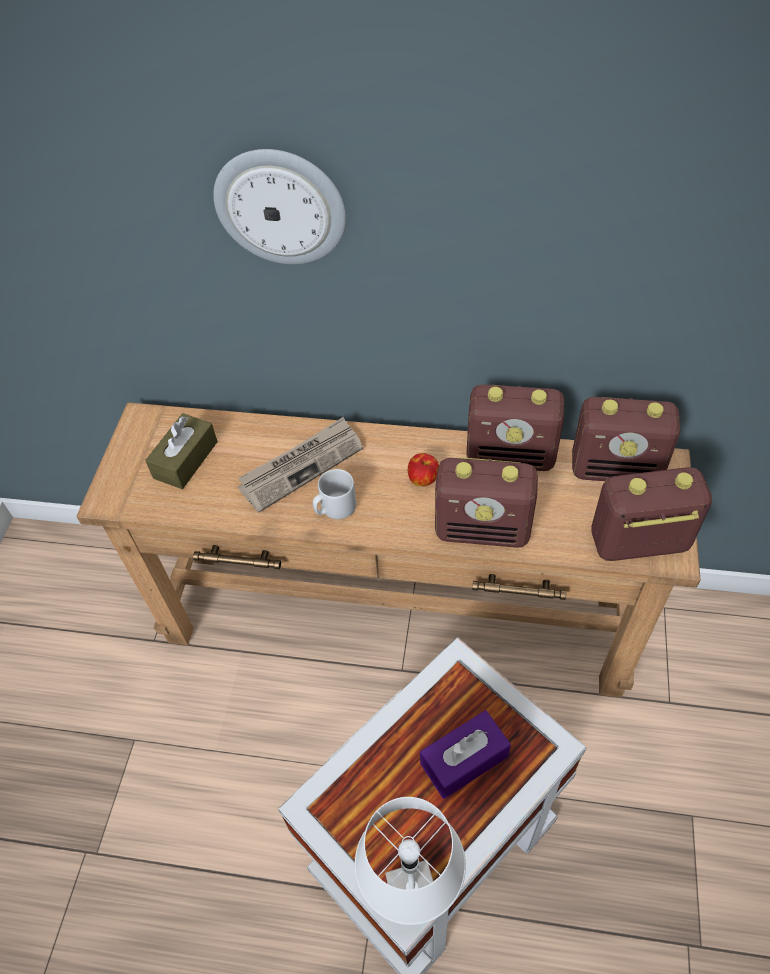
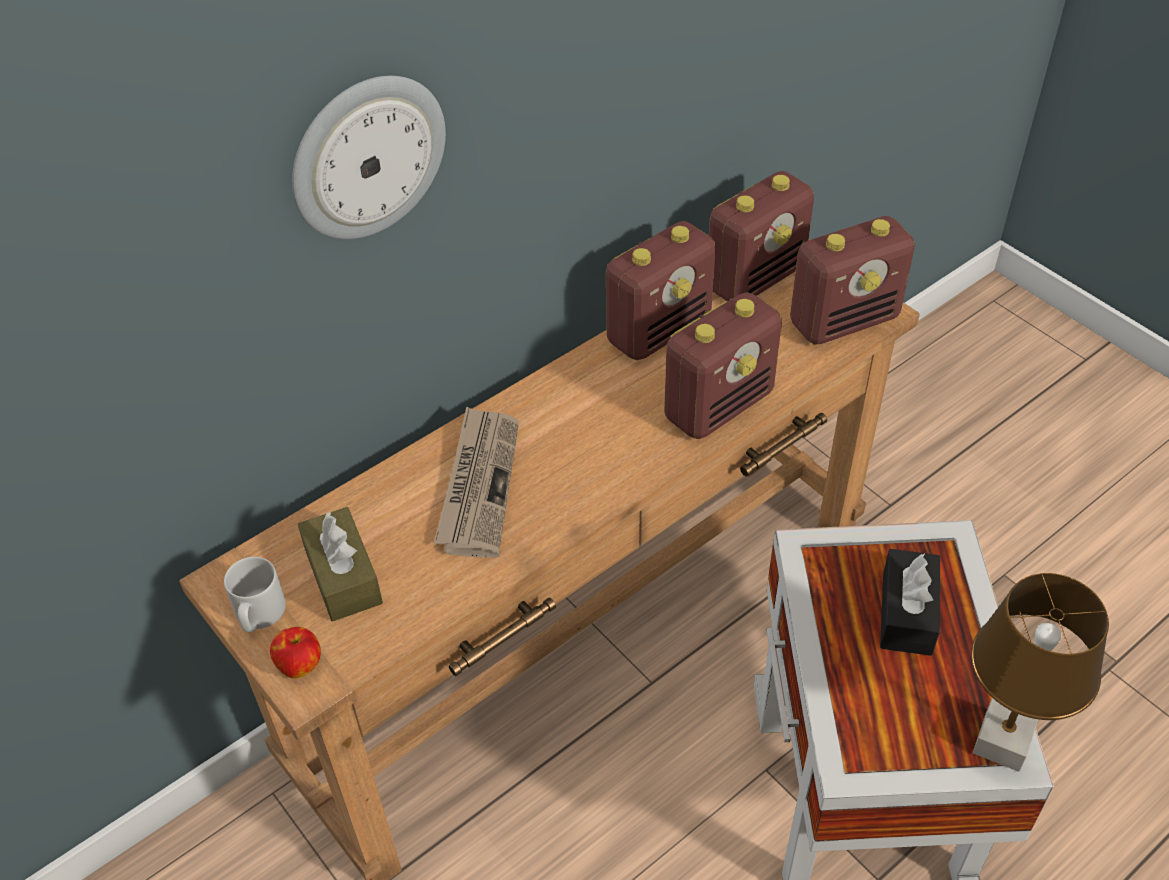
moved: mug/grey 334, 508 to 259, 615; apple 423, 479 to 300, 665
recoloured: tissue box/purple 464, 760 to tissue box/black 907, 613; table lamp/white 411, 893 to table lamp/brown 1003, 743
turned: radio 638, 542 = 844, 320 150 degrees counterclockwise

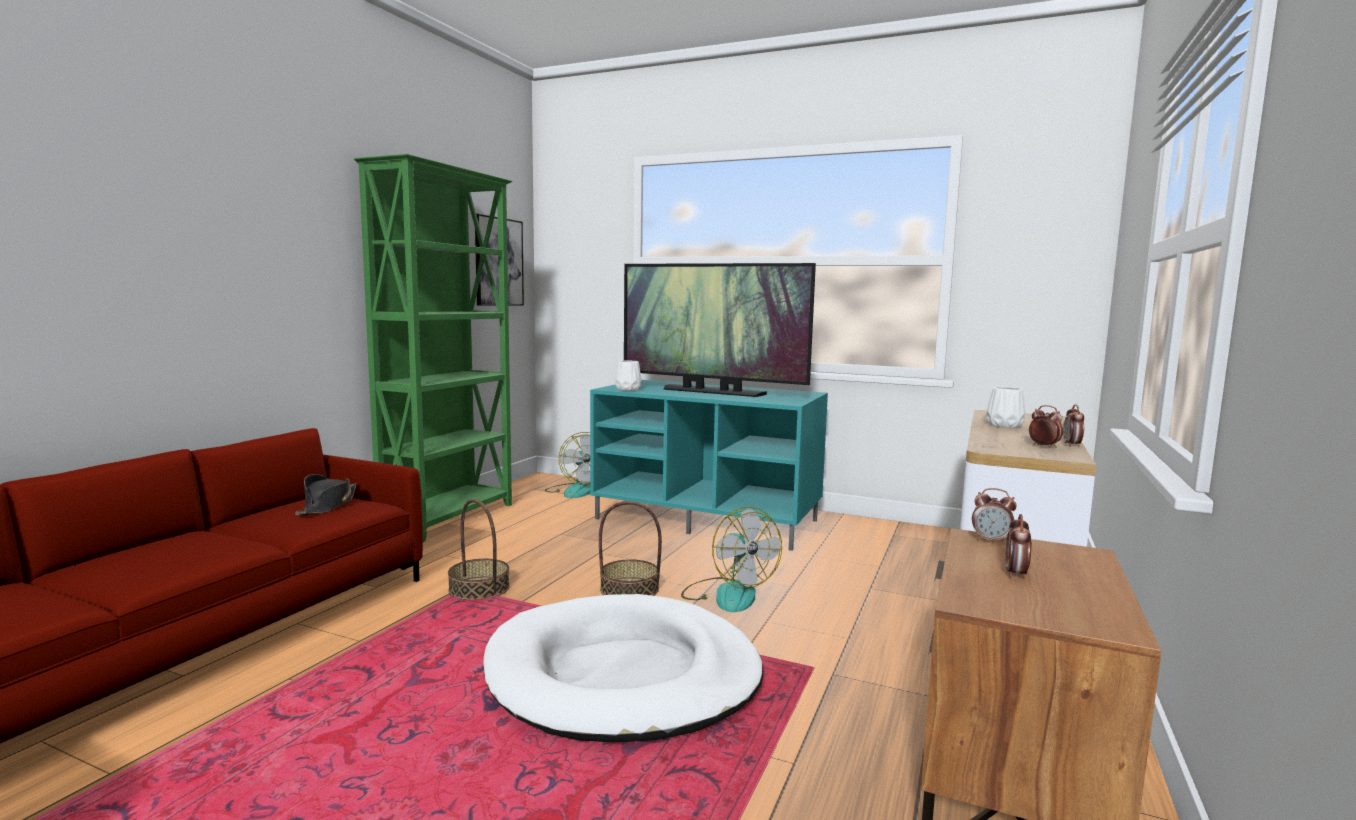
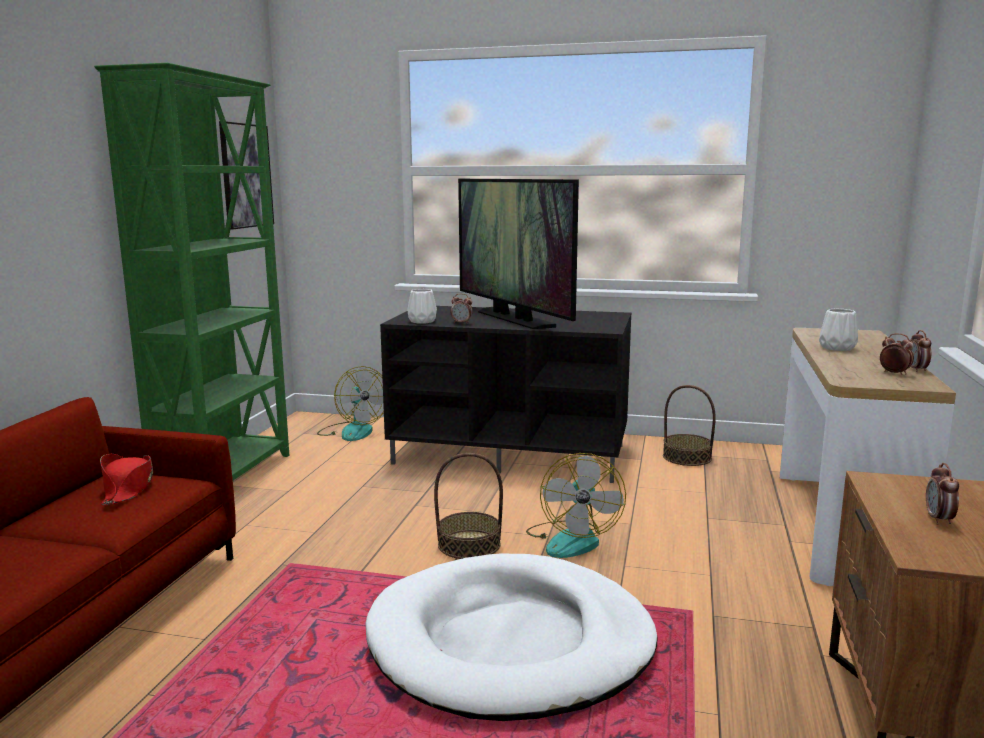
moved: alarm clock 991, 541 to 461, 323; basket 479, 588 to 687, 457
recoloured: hat/black 327, 505 to hat/red 128, 488; tv stand/turquoise 708, 519 to tv stand/black 512, 454
turned: television 712, 392 = 513, 319 45 degrees clockwise; fan 728, 594 = 572, 539 45 degrees clockwise

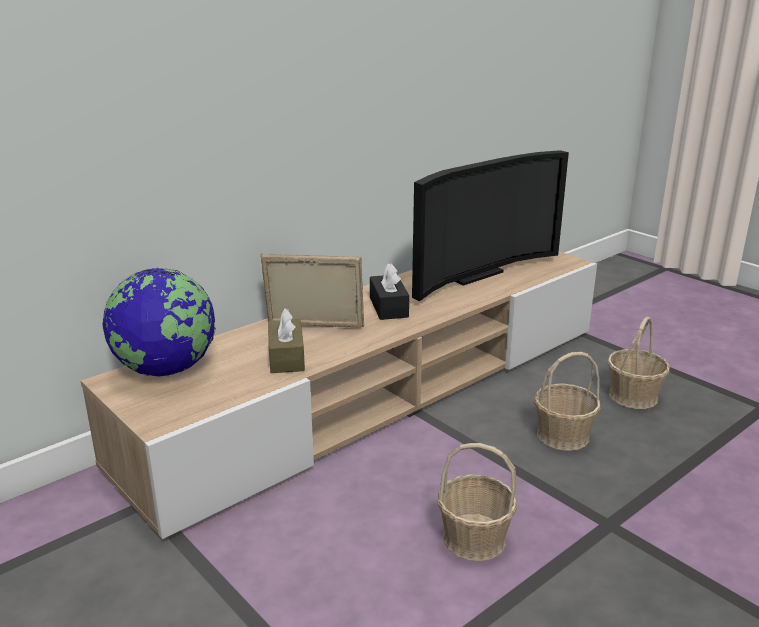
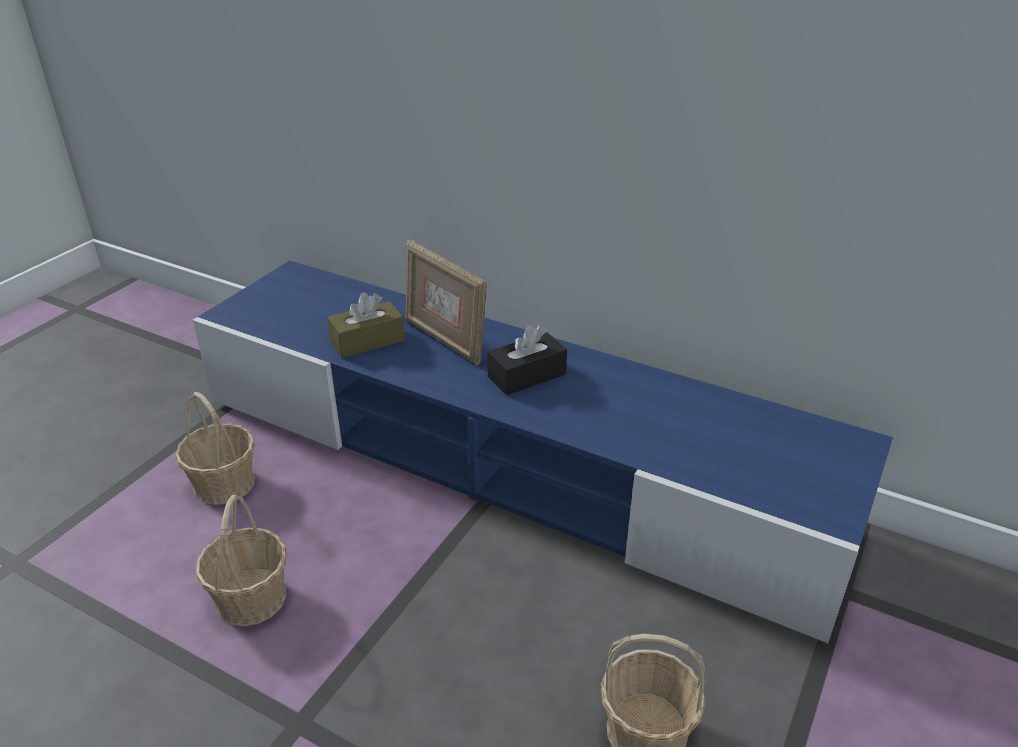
removed: globe 167, 370; television 471, 274
moved: basket 562, 435 to 224, 483
recoloured: tv stand/beige 380, 393 to tv stand/blue 510, 463
turned: picture frame 315, 327 = 445, 340 150 degrees clockwise

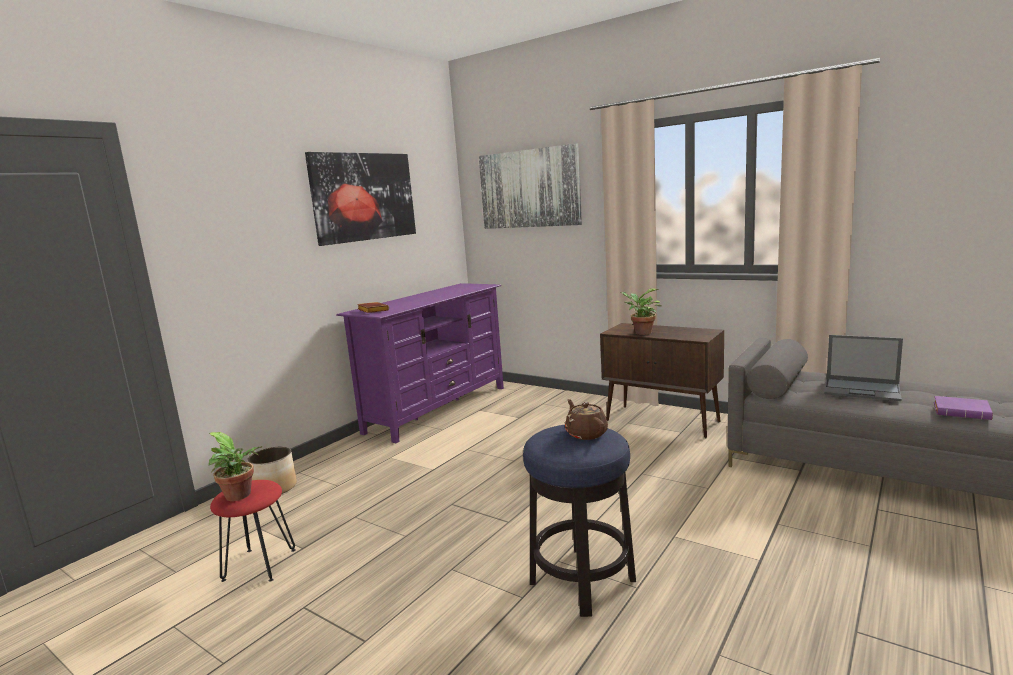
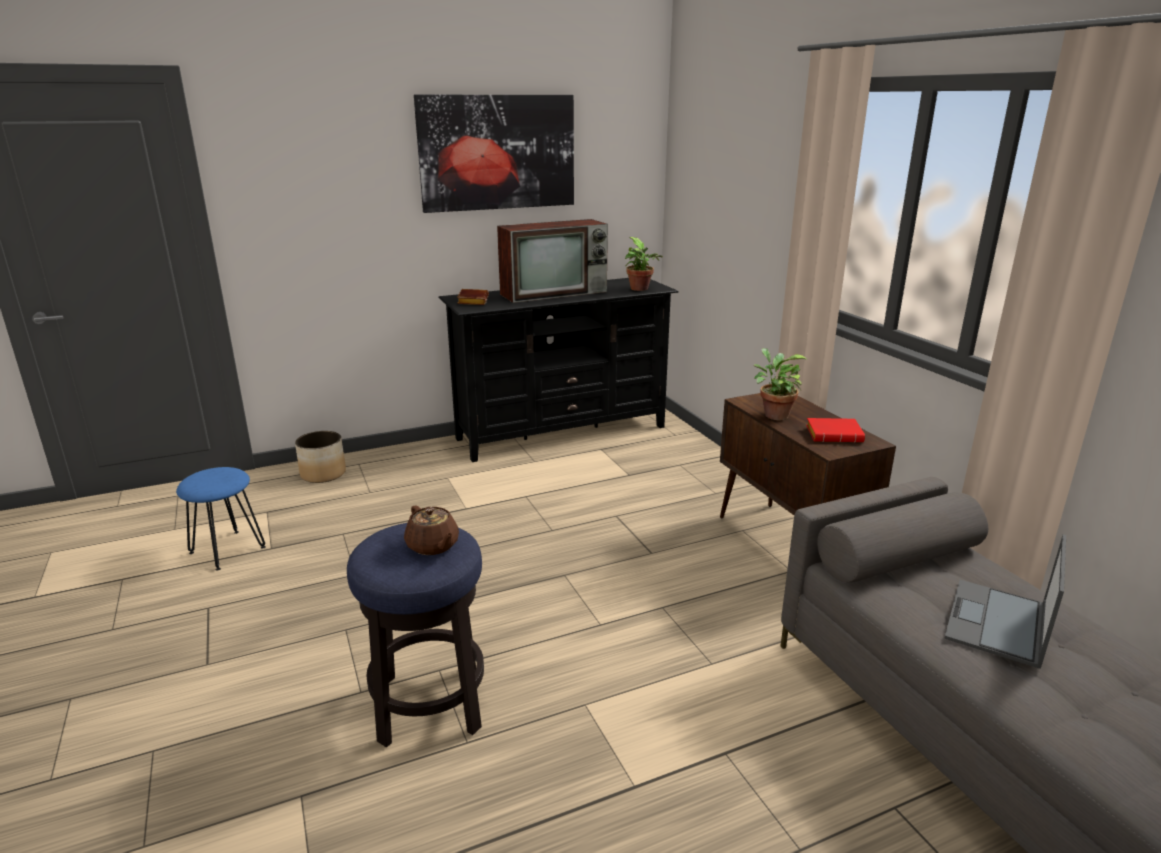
removed: picture 529, 189; book/purple 963, 412
added: television 555, 293; book/red 835, 435
moved: potted plant 240, 496 to 640, 289
recoloured: stool/red 259, 565 to stool/blue 226, 550; tv stand/purple 437, 409 to tv stand/black 561, 432
turned: teapot/brown 586, 434 = 433, 546 135 degrees clockwise; laptop 862, 390 = 997, 623 60 degrees clockwise

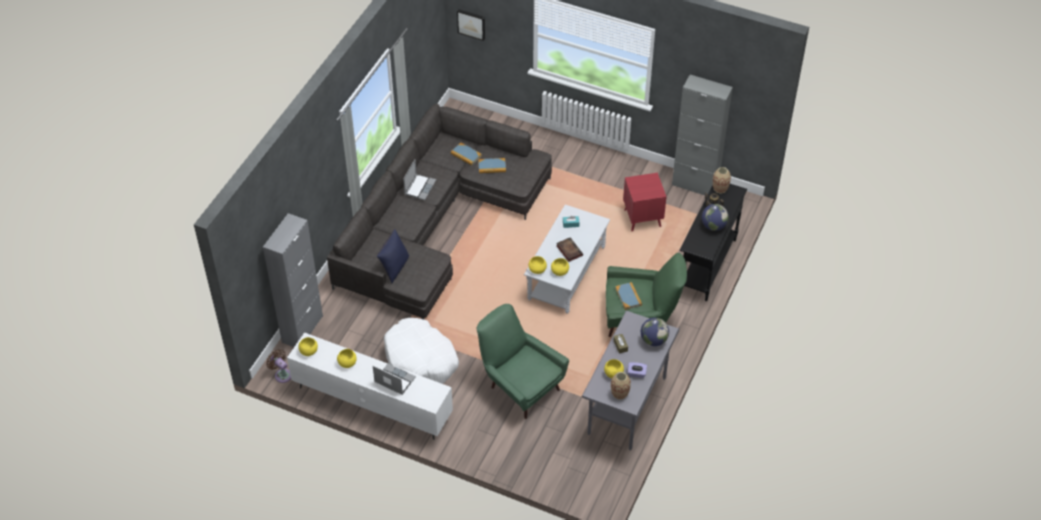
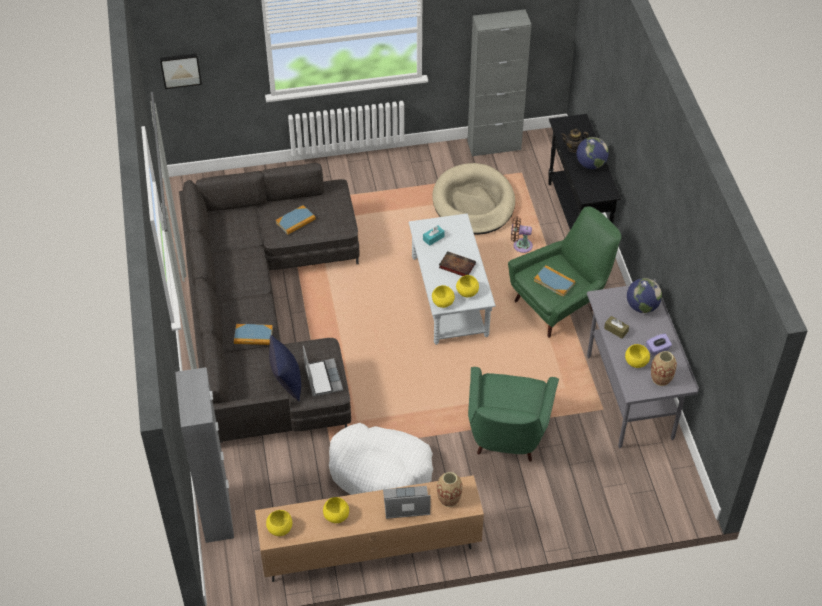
moved: book 466, 155 to 253, 336; laptop 420, 187 to 322, 378; vase 720, 188 to 449, 499; fan/brown 282, 374 to 520, 245
replaced: side table/red 642, 218 to dog bed/beige 473, 203
recoloured: tv stand/white 373, 403 to tv stand/brown 370, 549
turned: armchair/green 519, 385 = 507, 438 90 degrees counterclockwise

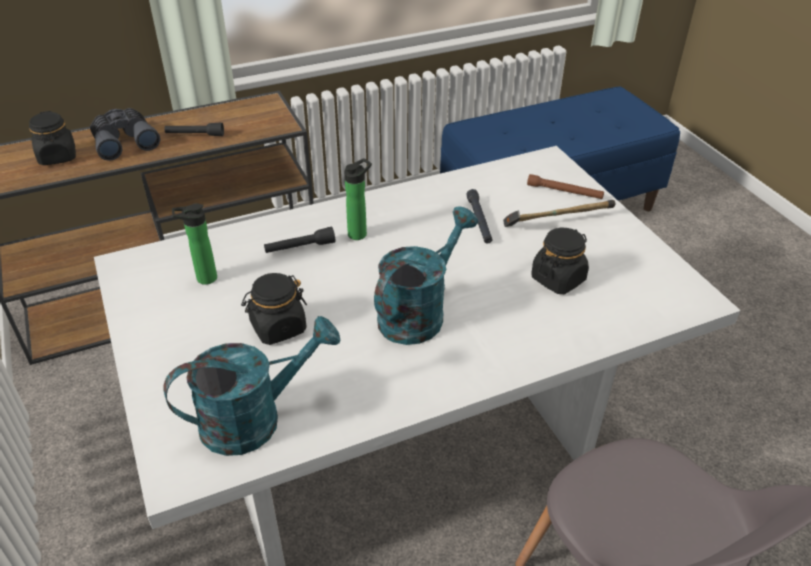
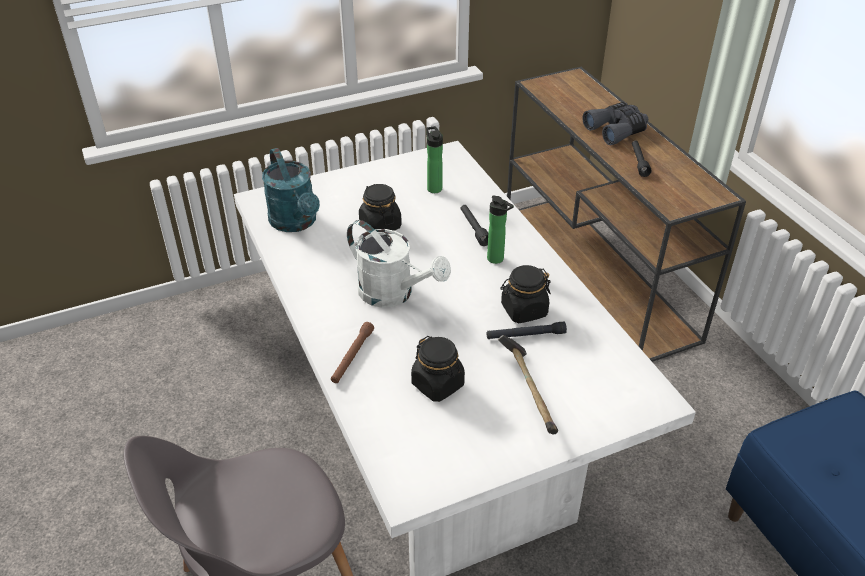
moved: flashlight/brown 564, 192 to 352, 356; jar/black 58, 157 to 523, 310
recoloured: watering can/turquoise 418, 312 to watering can/white 394, 294

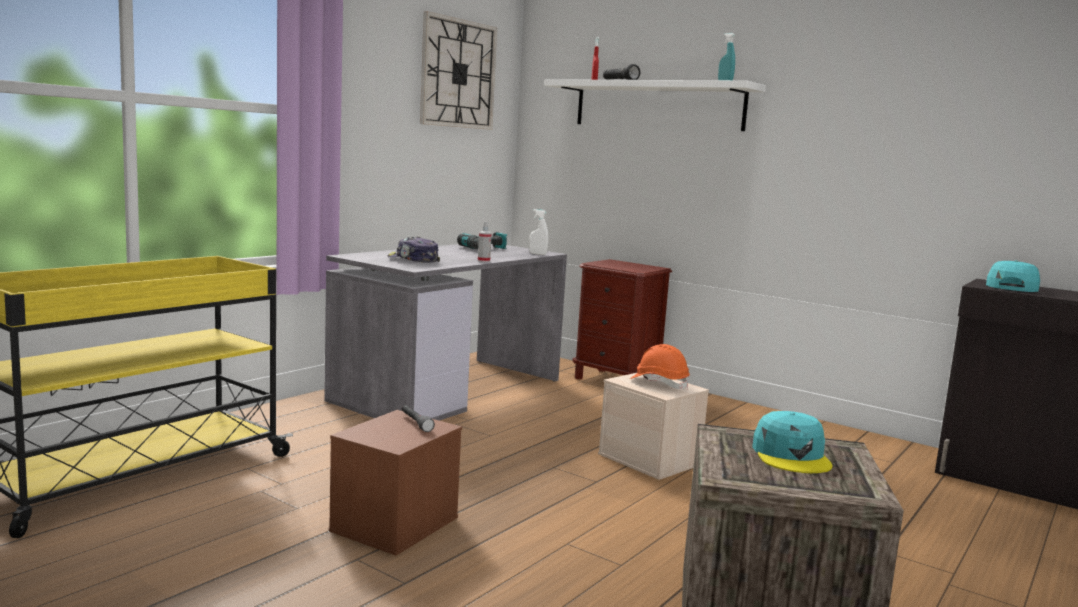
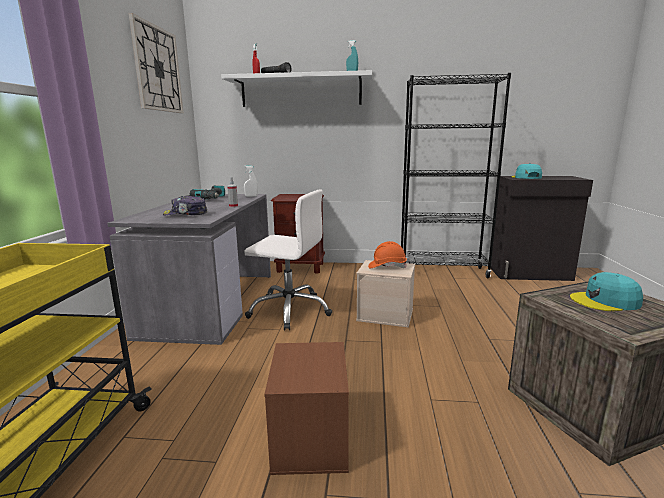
removed: flashlight/grey 415, 423
added: office chair/white 290, 310; bookcase/black 442, 272
turned: cap/turquoise 791, 456 = 605, 301 120 degrees clockwise

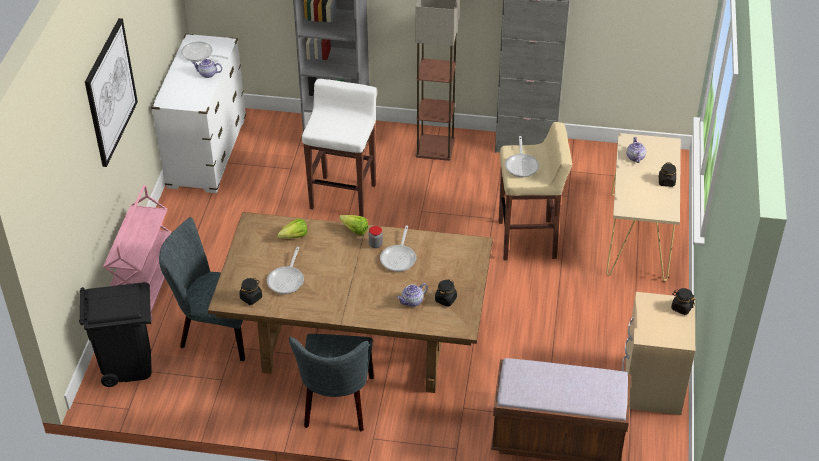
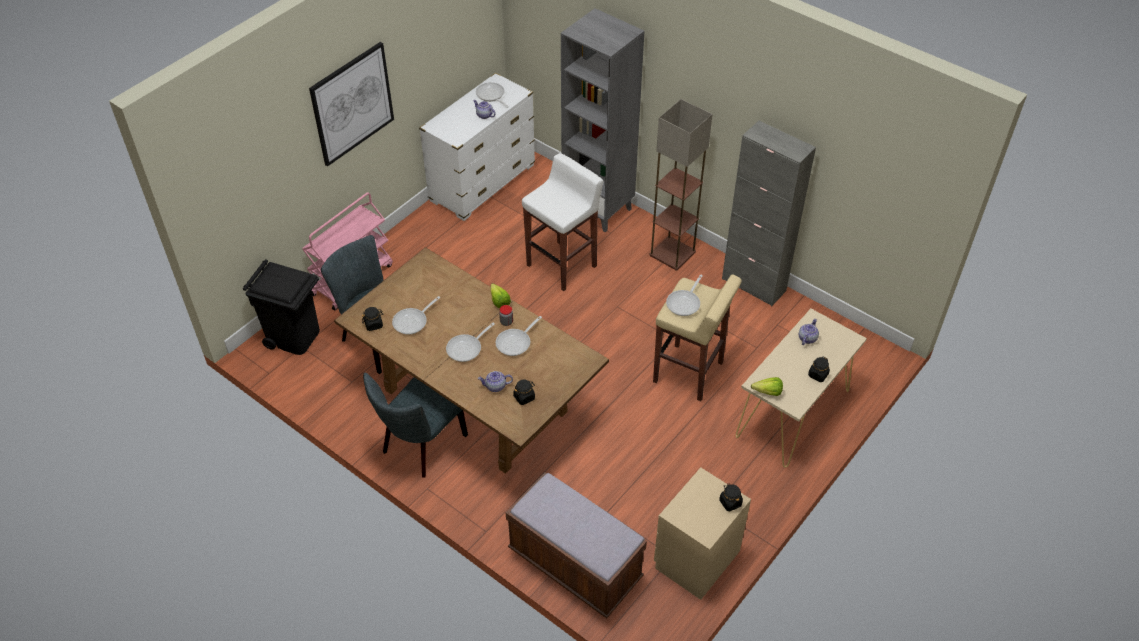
added: frying pan 467, 348
moved: lettuce 291, 237 to 765, 392

